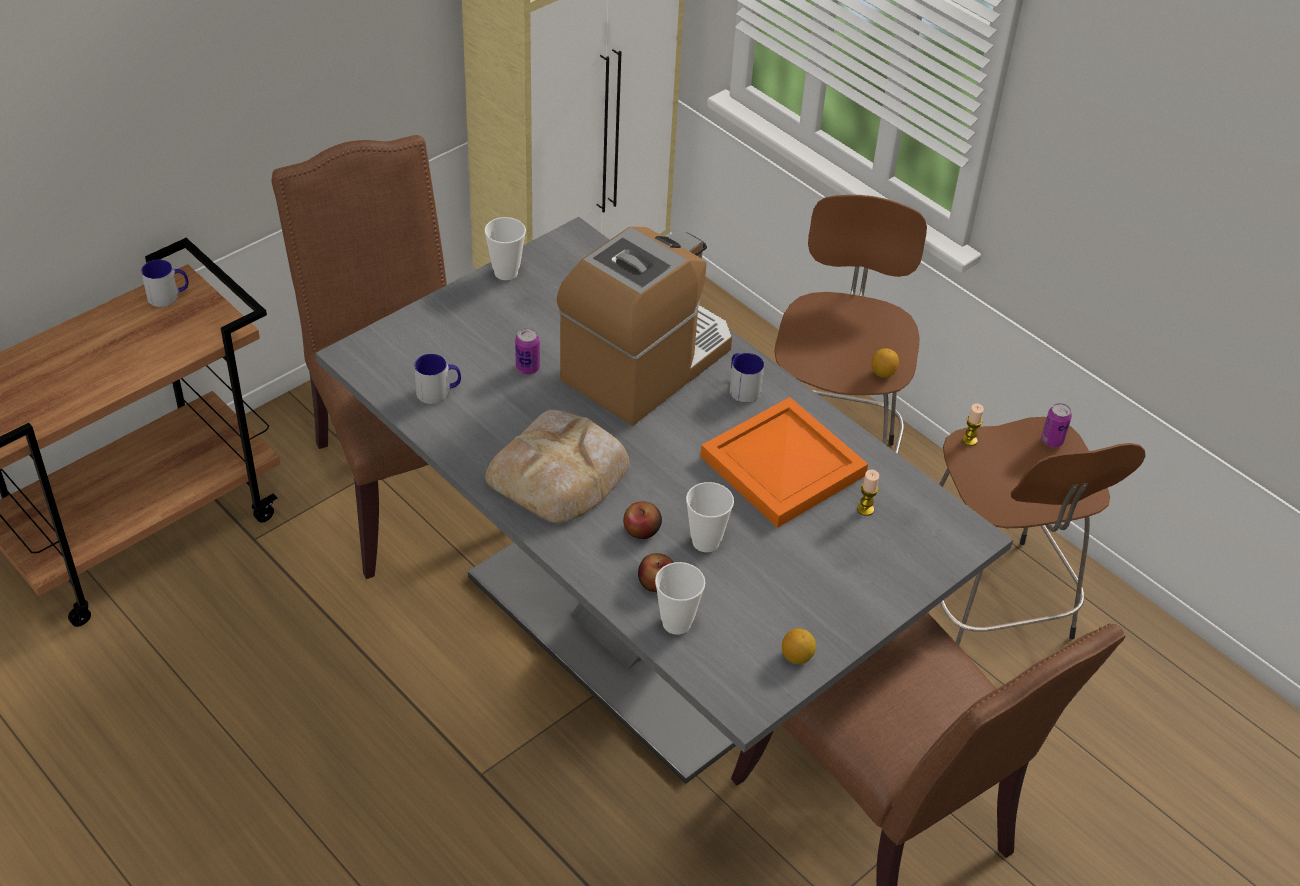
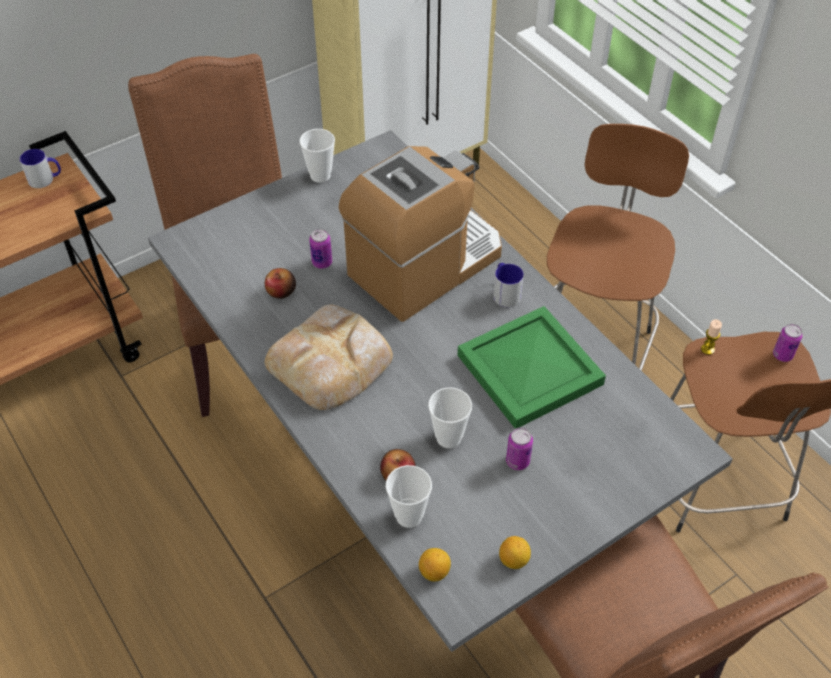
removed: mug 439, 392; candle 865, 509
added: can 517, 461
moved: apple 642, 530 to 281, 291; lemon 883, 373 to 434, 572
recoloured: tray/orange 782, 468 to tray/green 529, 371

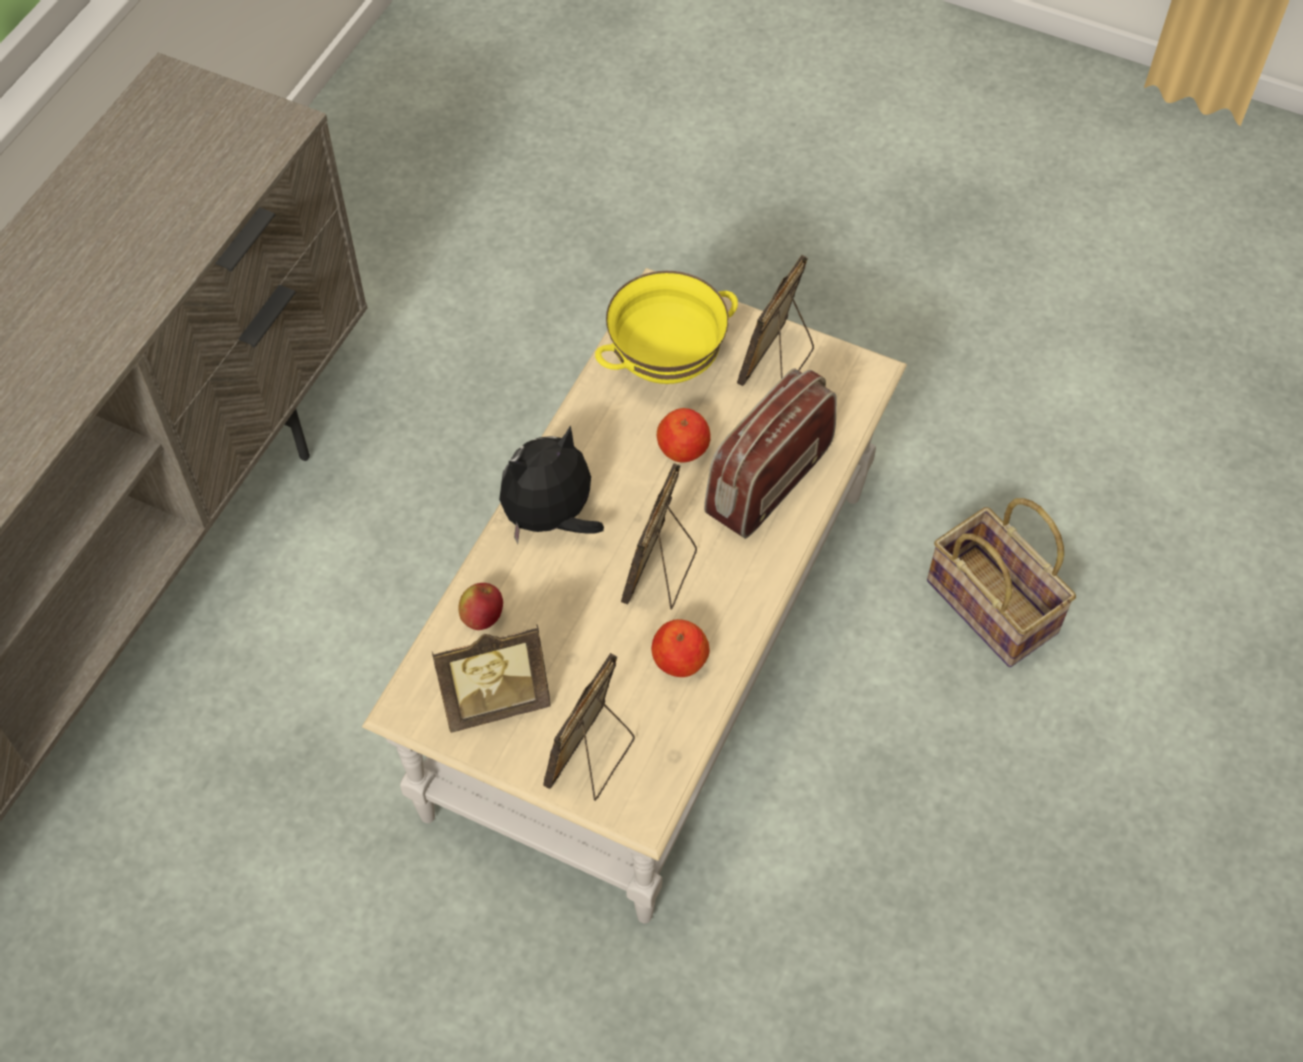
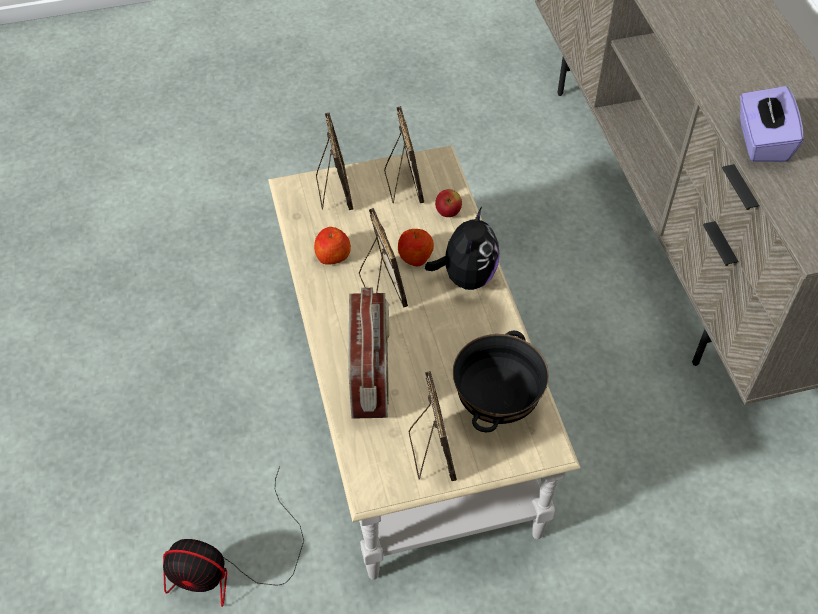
added: tissue box/purple 761, 141
moved: apple 683, 448 to 415, 256
replaced: basket 996, 607 to fan 230, 566
recoloured: bowl/yellow 666, 363 to bowl/black 497, 405
turned: picture frame 495, 700 = 403, 185 135 degrees clockwise

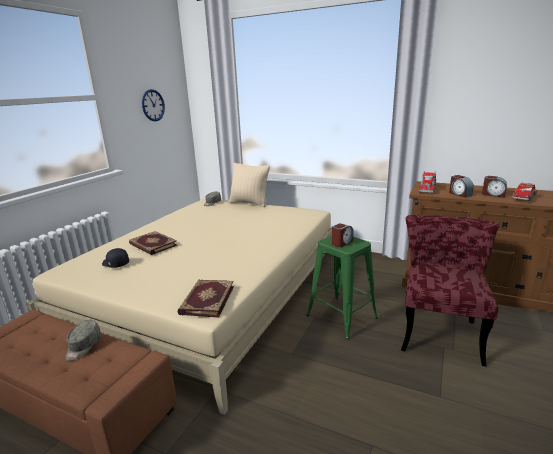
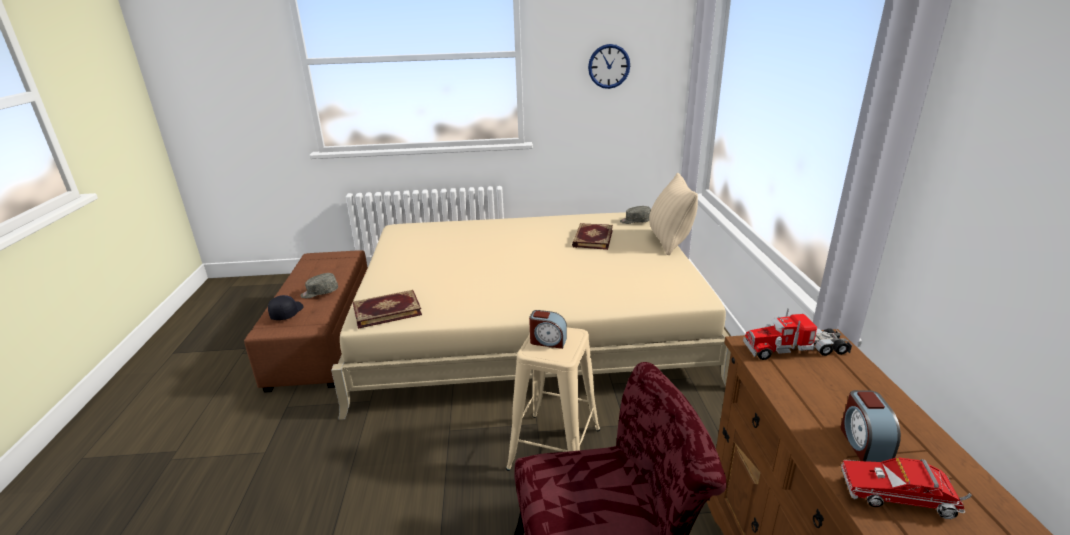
removed: alarm clock 459, 194
moved: cap/black 115, 264 to 286, 313; book 152, 245 to 592, 238
recoloured: stool/green 341, 317 to stool/beige 555, 448

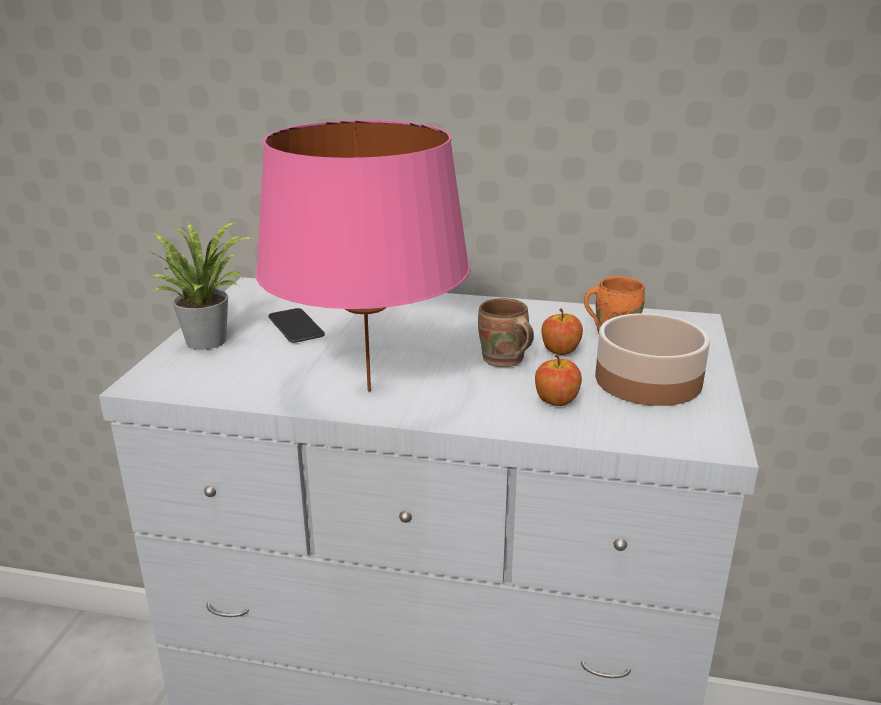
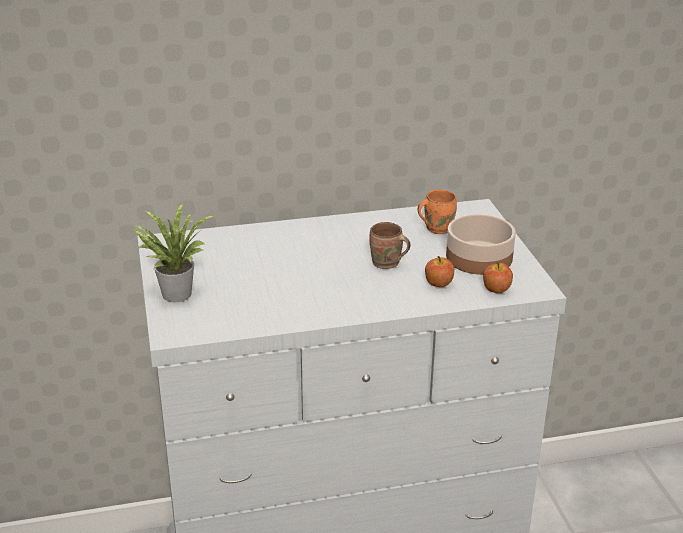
removed: table lamp/pink 369, 390; phone 296, 326
moved: apple 560, 351 to 496, 289

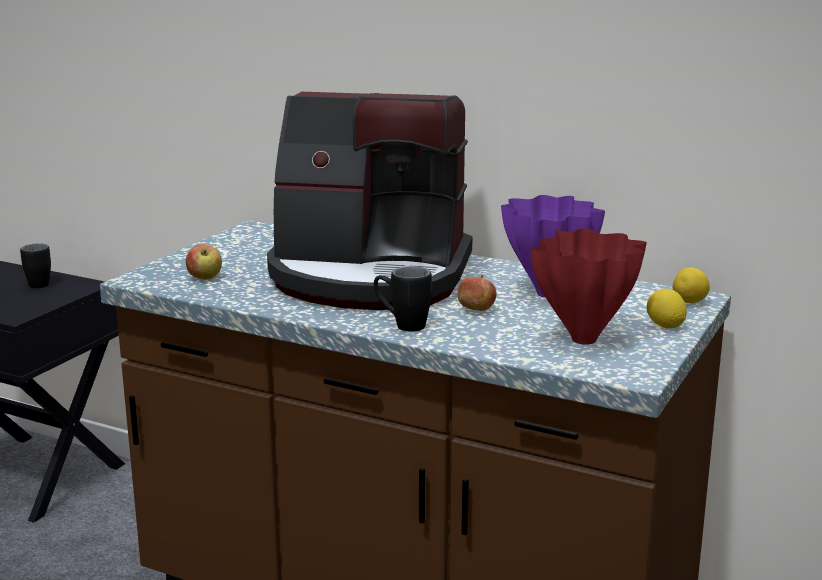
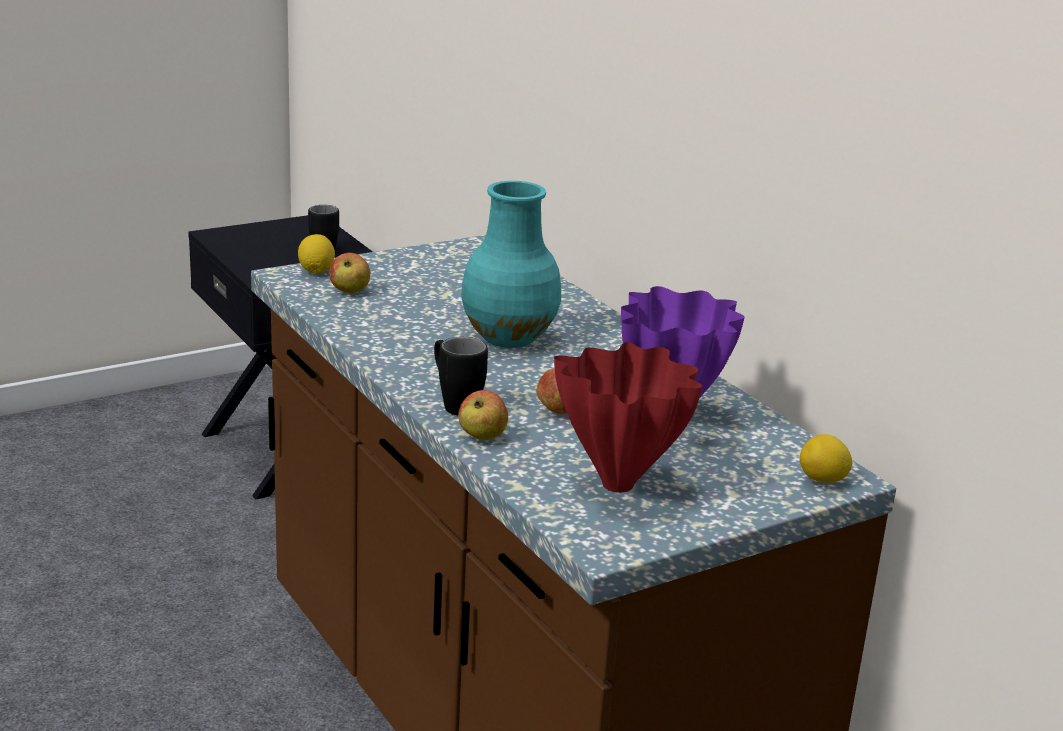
added: apple 482, 436
moved: lemon 665, 326 to 316, 271
replaced: coffee machine 370, 277 to vase/turquoise 510, 337

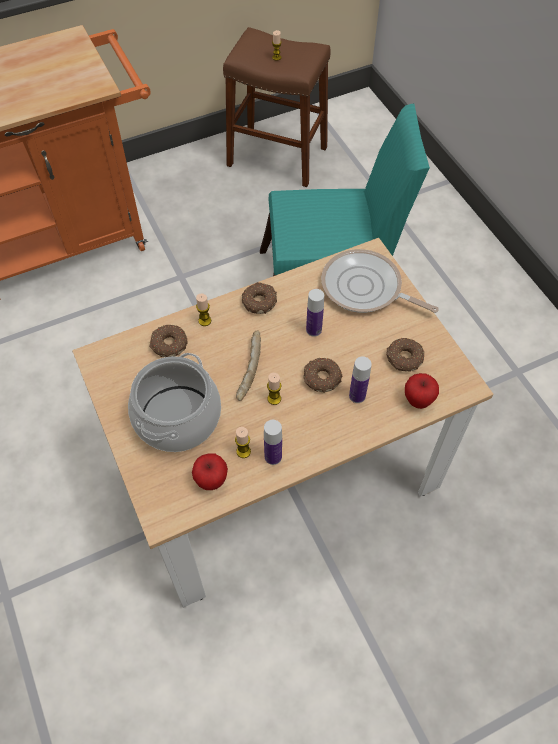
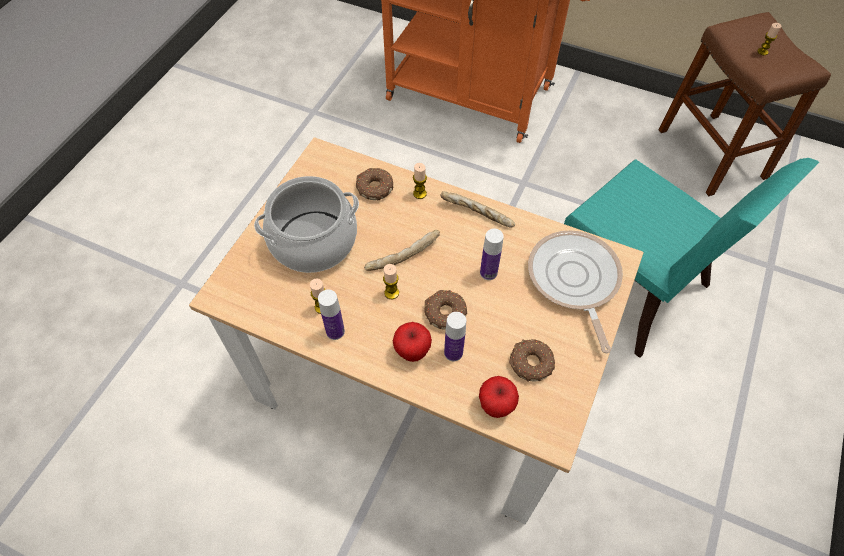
moved: apple 211, 481 to 412, 352
replaced: donut 259, 301 to bread 476, 215

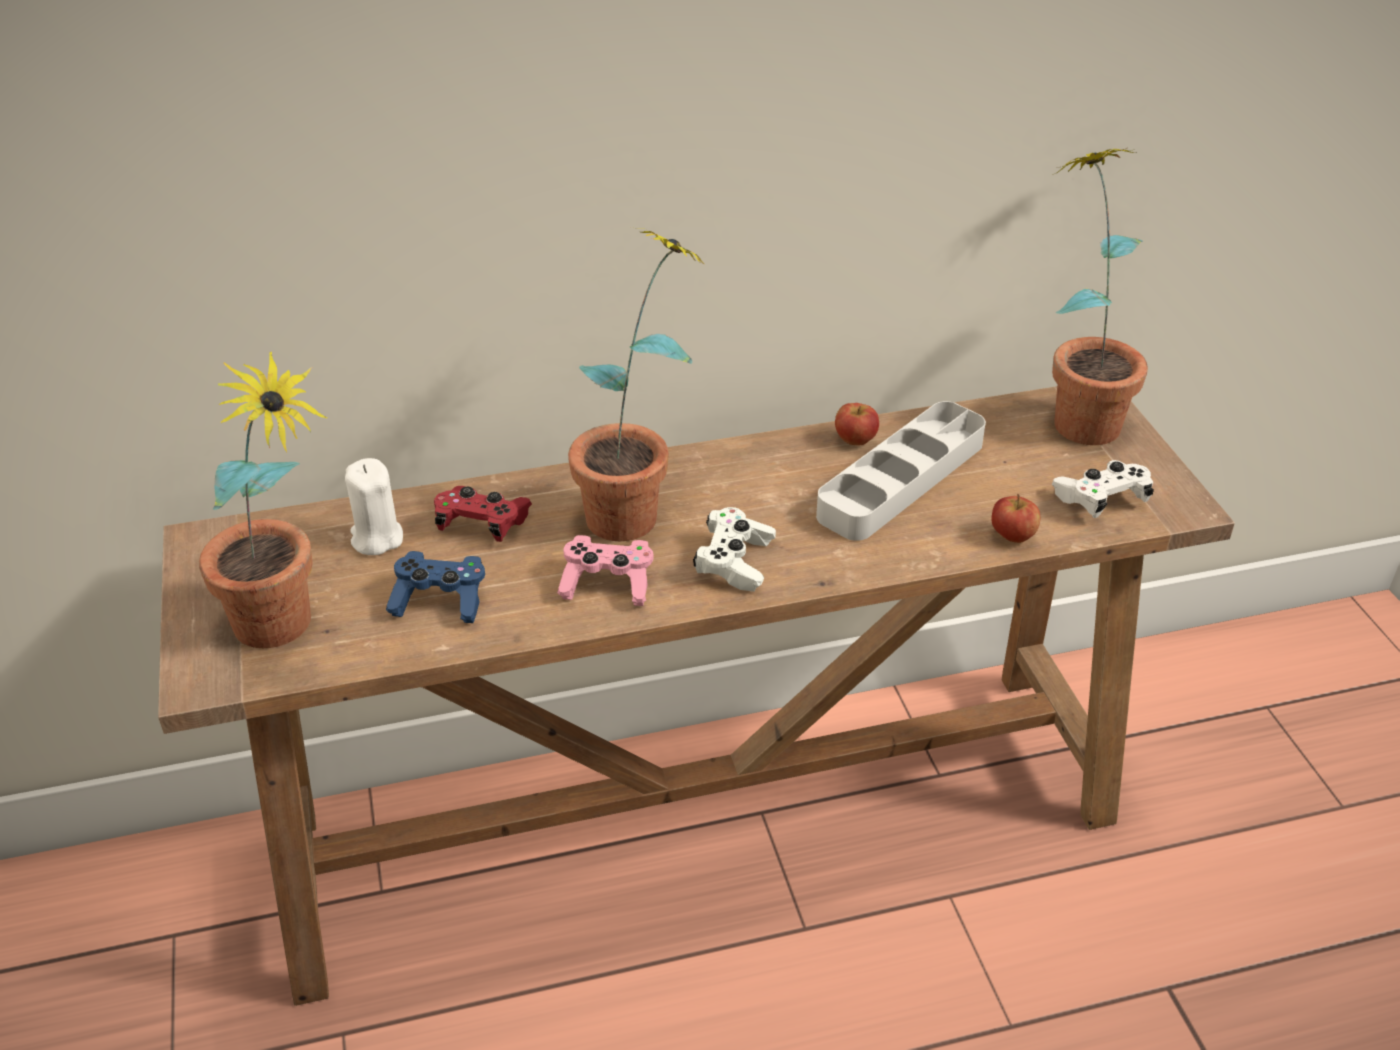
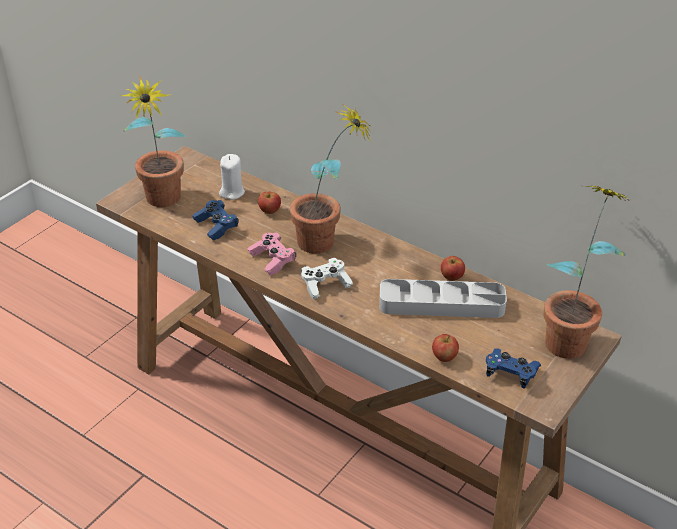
replaced: game controller/red 482, 524 to apple 269, 211
recoloured: game controller/white 1101, 499 to game controller/blue 510, 374

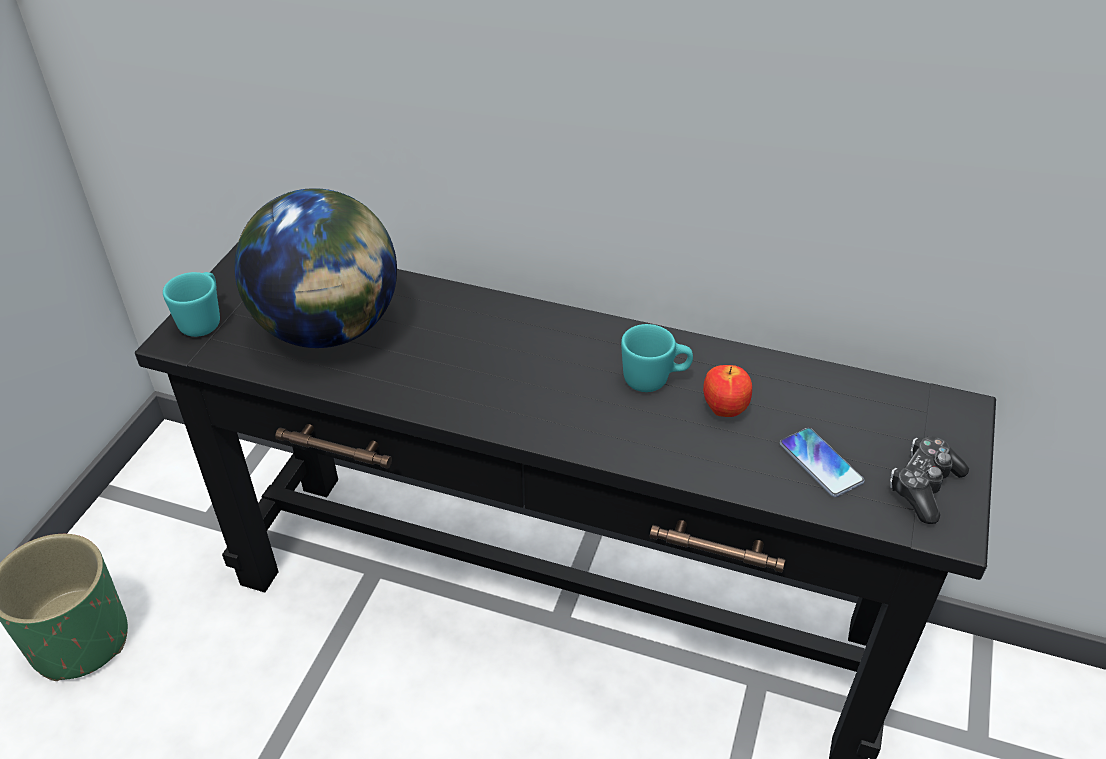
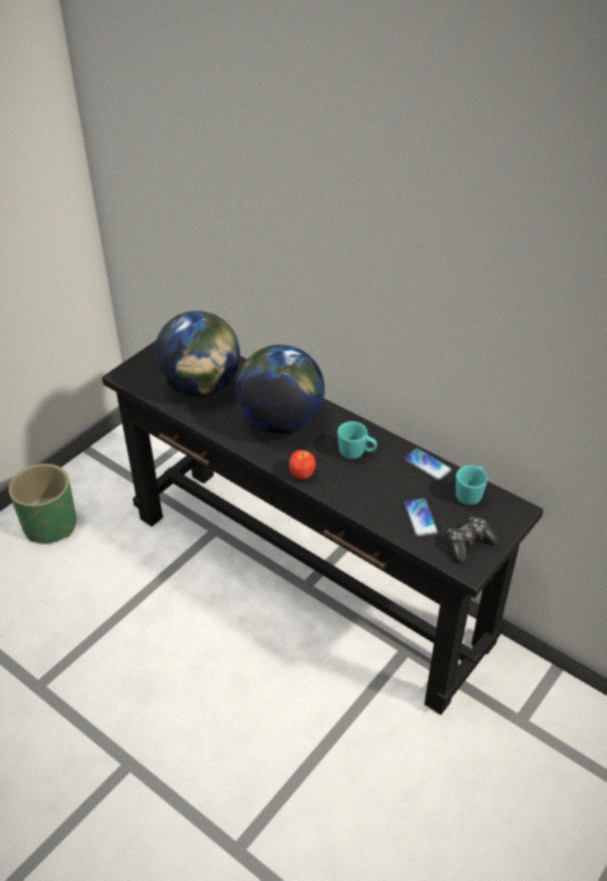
added: globe 281, 421; phone 427, 465
moved: apple 723, 410 to 301, 475; mug/turquoise 204, 320 to 470, 494

